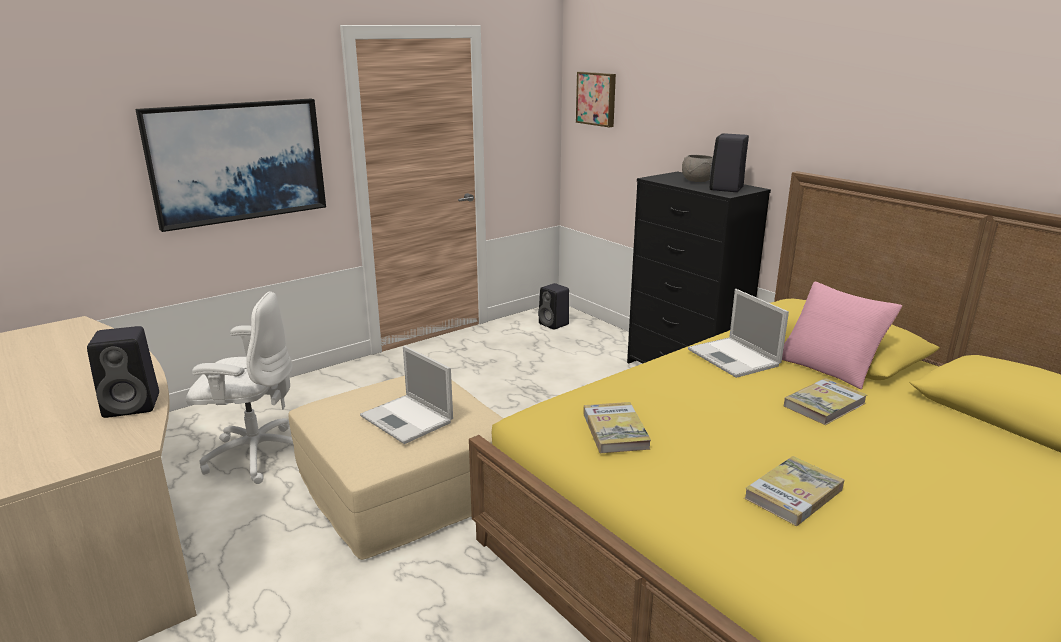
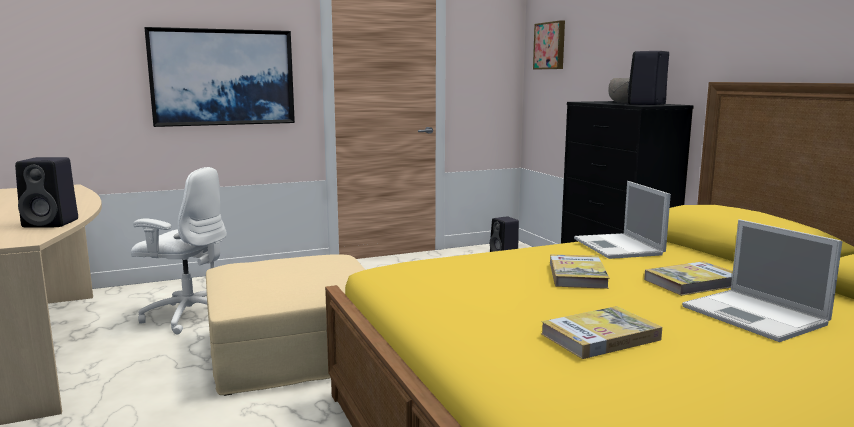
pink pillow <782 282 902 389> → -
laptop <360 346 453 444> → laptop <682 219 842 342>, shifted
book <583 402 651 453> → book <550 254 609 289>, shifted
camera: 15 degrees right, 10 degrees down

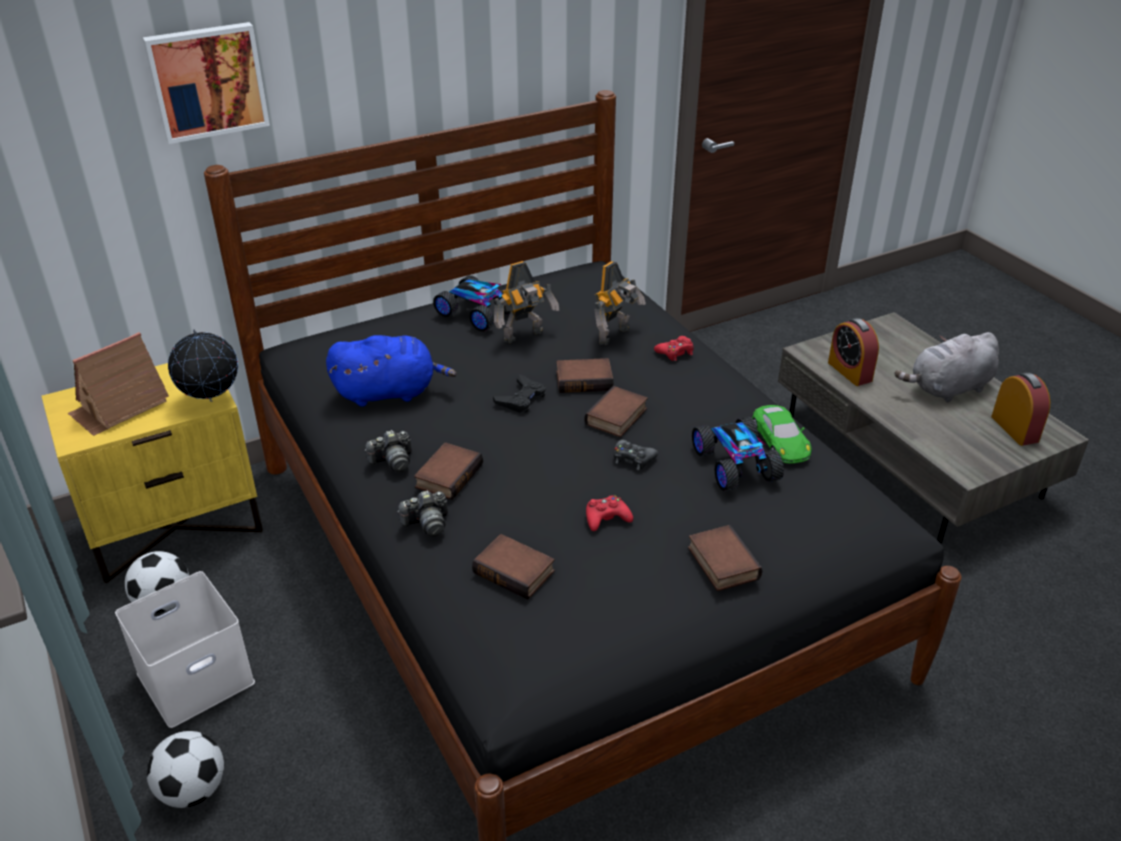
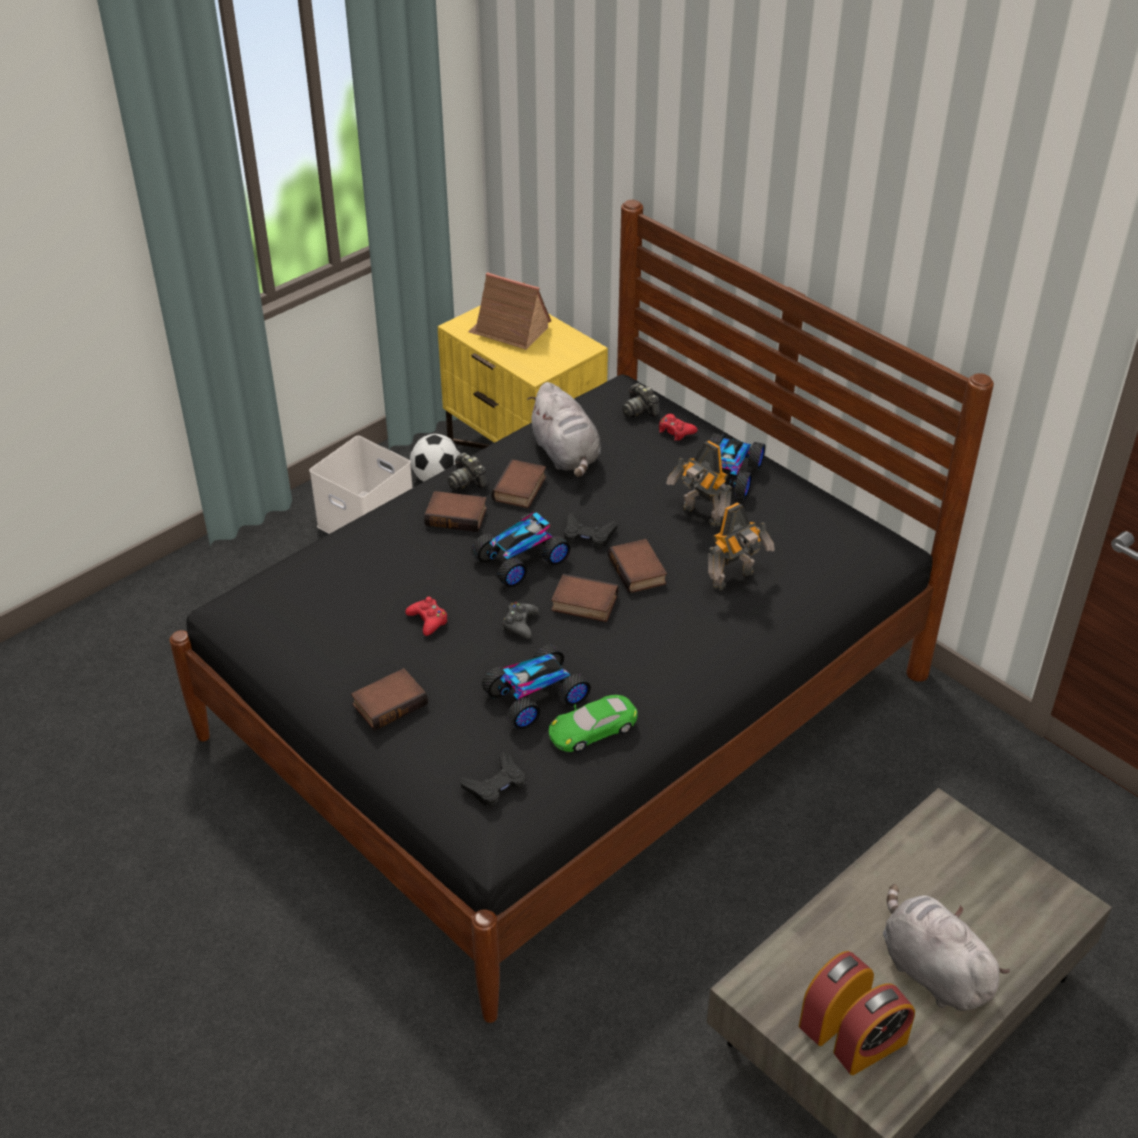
picture <142 22 270 144> → -
football <147 731 224 808> → -
globe <168 329 238 402> → -
- → black game controller <460 751 526 807>
- → toy car <471 511 571 588>
photo camera <397 490 448 537> → photo camera <622 383 660 418>, shifted
book <472 534 555 600> → book <491 459 546 508>, shifted
red game controller <654 336 694 361> → red game controller <659 414 698 441>, shifted
alarm clock <828 318 879 386> → alarm clock <799 951 874 1046>, shifted
blue plush toy <326 335 457 407> → grey plush toy <527 382 601 477>
toy robot <594 261 646 345> → toy robot <708 502 775 590>, 60 degrees counterclockwise
camera: 75 degrees right, 5 degrees up

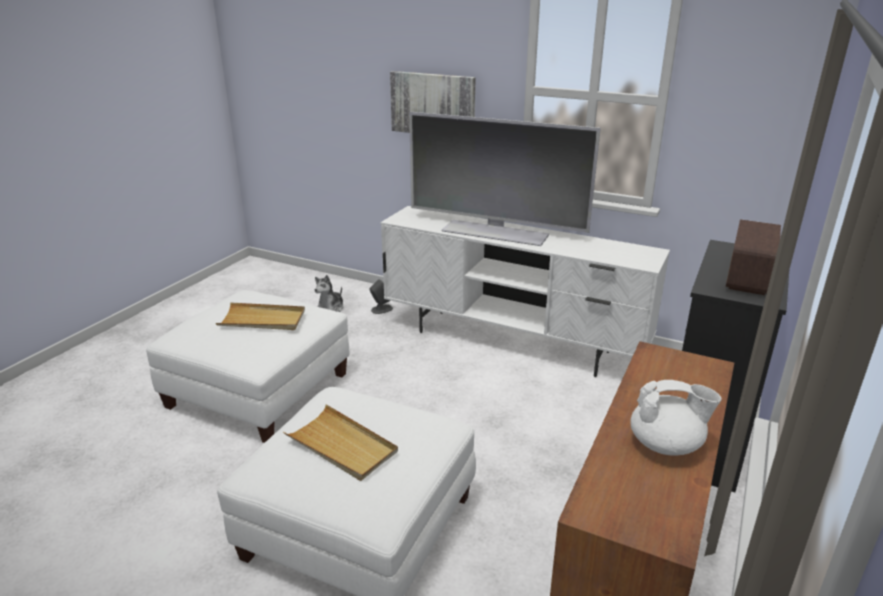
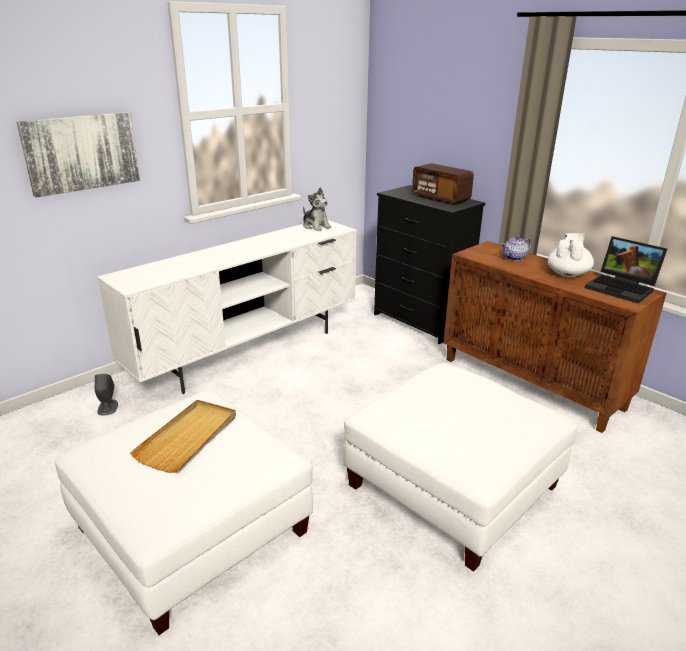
beige tray <283 404 398 481> → -
television <409 112 601 246> → -
- → teapot <501 236 531 261>
- → laptop <585 236 667 304>
plush toy <315 275 344 312> → plush toy <303 188 332 231>, shifted
camera: 70 degrees left, 0 degrees up

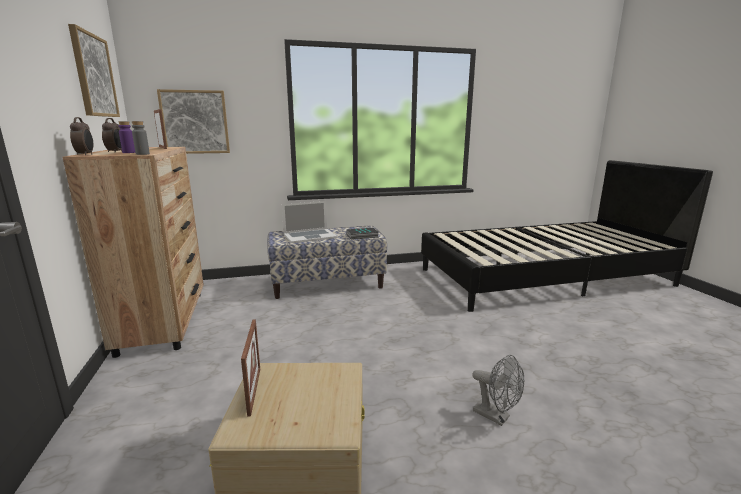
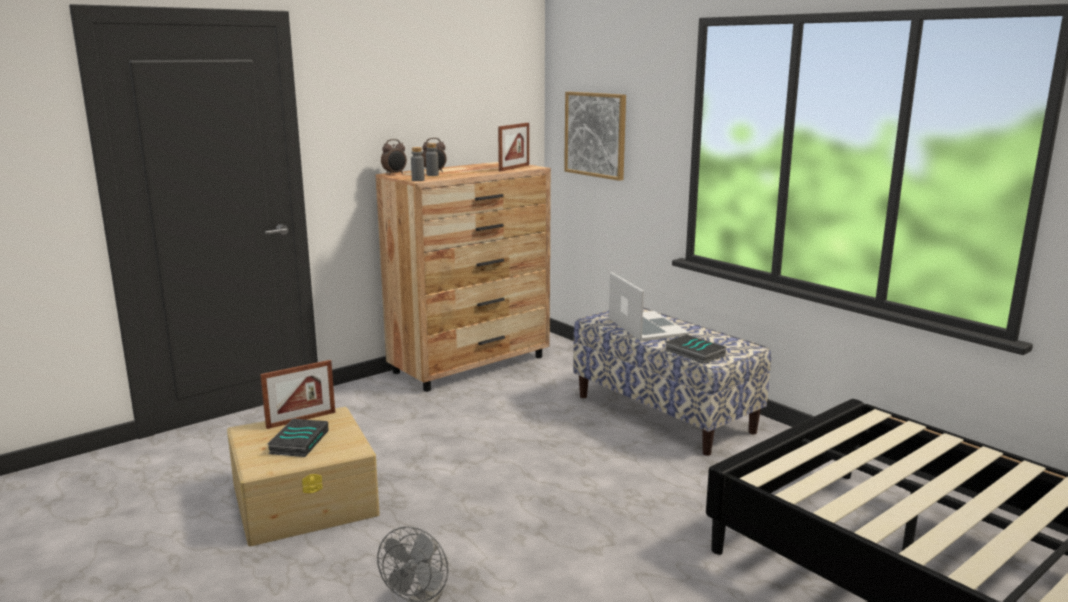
picture <68 24 120 117> → -
- → book <268 419 328 457>
purple bottle <118 121 135 153> → grey bottle <426 143 439 176>
laptop <282 201 337 243> → laptop <609 272 689 341>, 150 degrees counterclockwise
camera: 65 degrees right, 0 degrees up

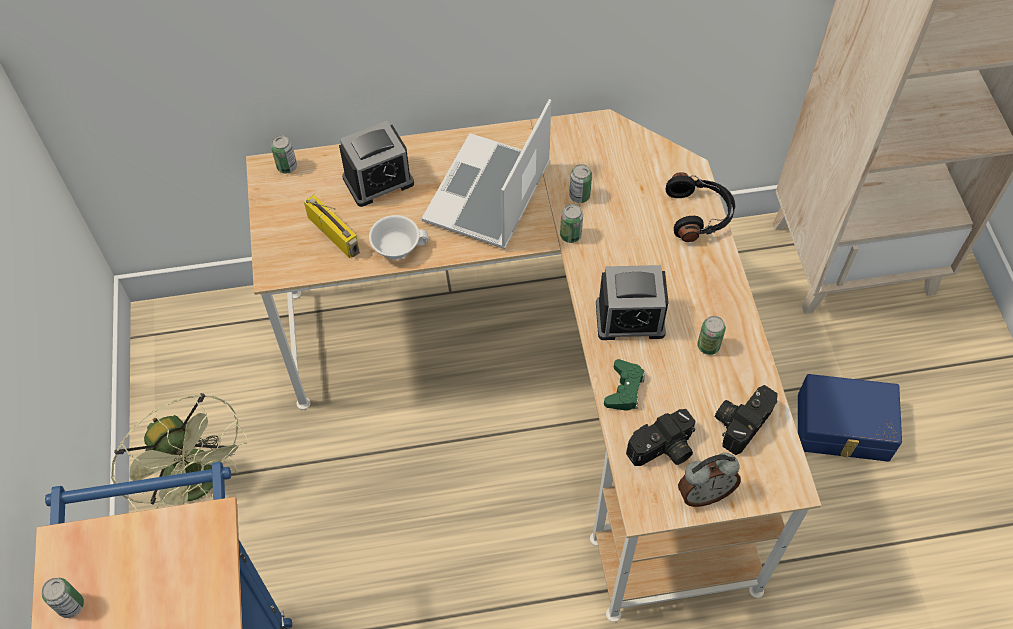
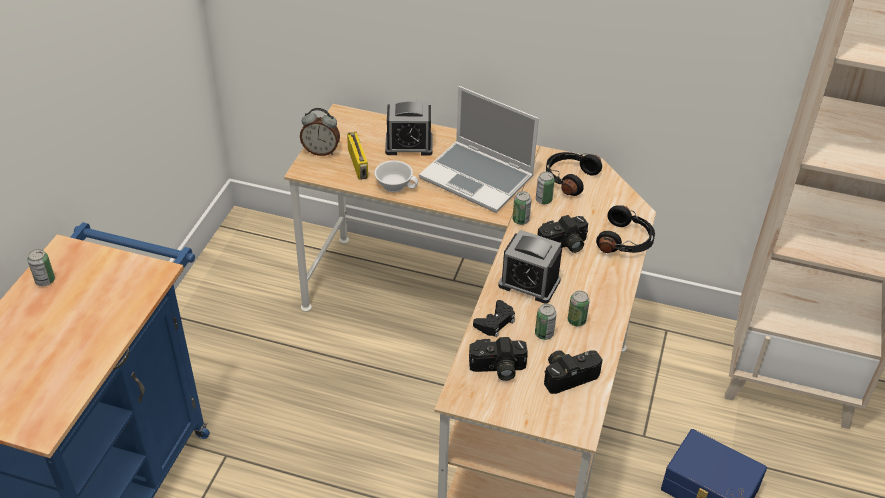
green fan <111 393 249 512> → -
- → photo camera <537 215 588 253>
- → black headphones <546 152 602 196>
can <271 135 297 174> → can <535 304 557 340>, shifted
alarm clock <678 453 741 507> → alarm clock <300 108 340 156>, shifted
green game controller <604 359 645 411> → black game controller <473 300 515 337>
laptop <421 99 551 249> → laptop <419 86 539 213>, 105 degrees counterclockwise
camera: 25 degrees right, 15 degrees down

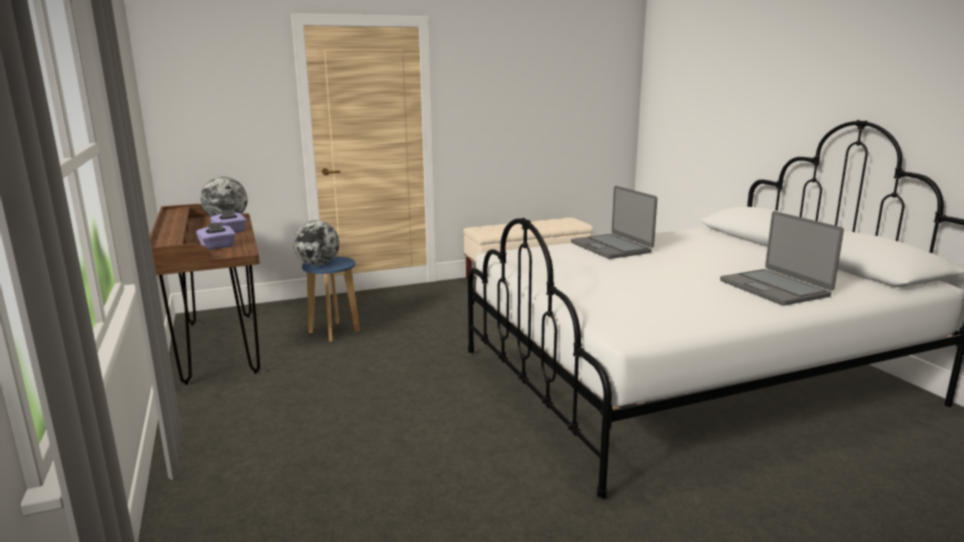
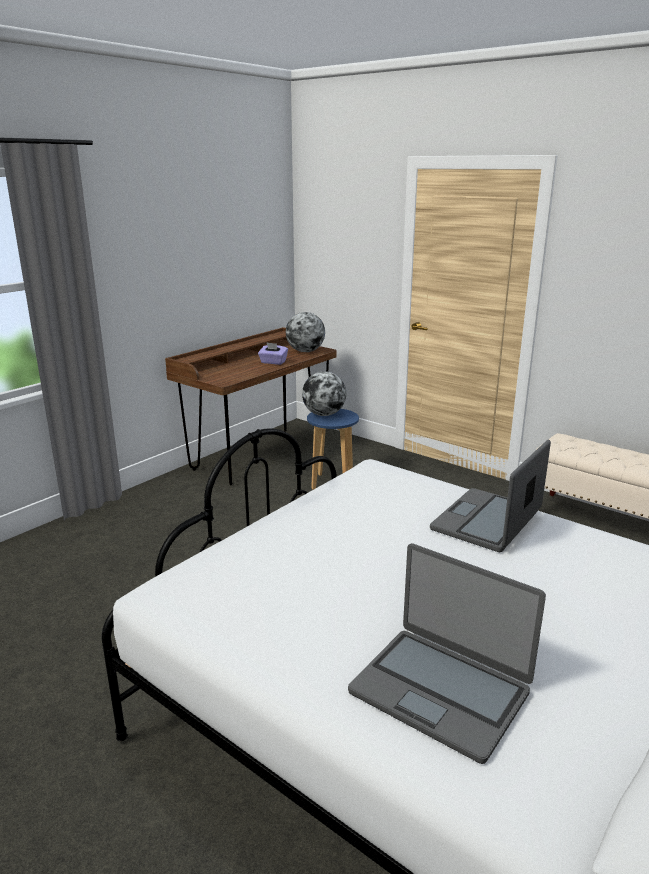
purple tissue box <196 222 236 250> → -
laptop <720 211 844 306> → laptop <348 543 546 764>, 90 degrees counterclockwise
camera: 60 degrees right, 5 degrees up

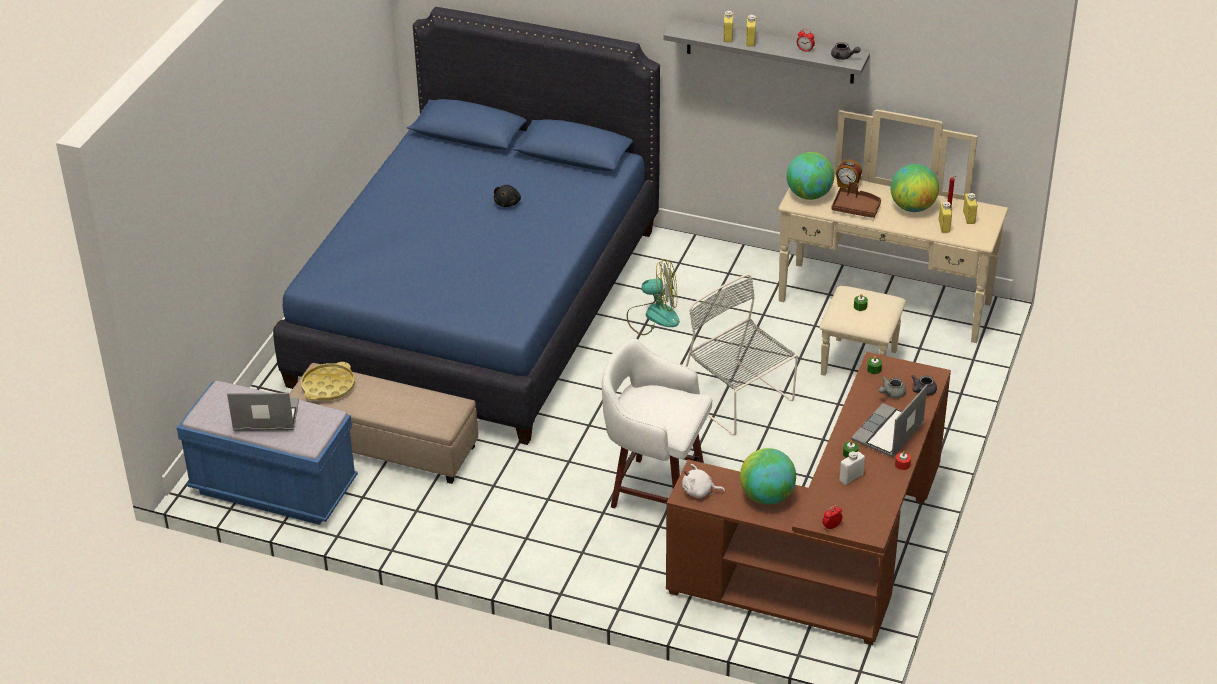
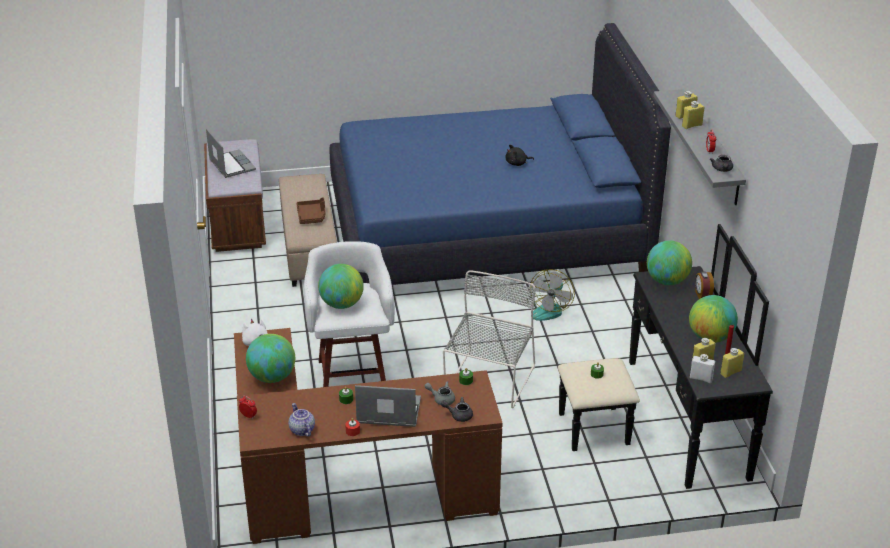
yellow tray <301 362 355 401> → -
- → teapot <289 403 315 437>
- → globe <318 264 364 309>
brown tray <831 182 881 218> → brown tray <296 197 326 224>, shifted
white bottle <839 451 865 485> → white bottle <690 354 715 383>, shifted
blue bench <177 381 358 525> → brown bench <204 139 266 252>
beige dresser <778 110 1008 376> → black dresser <558 224 773 489>
fan <627 259 679 335> → fan <527 269 575 321>, 45 degrees clockwise
camera: 60 degrees right, 5 degrees down

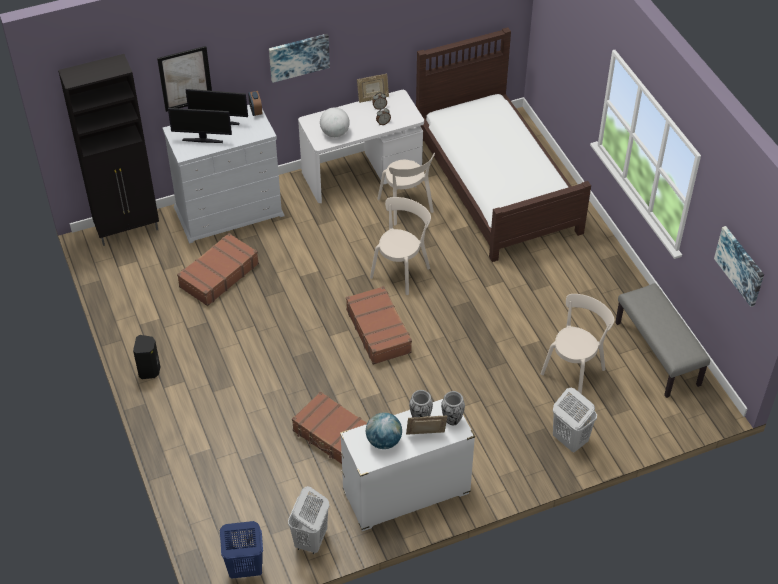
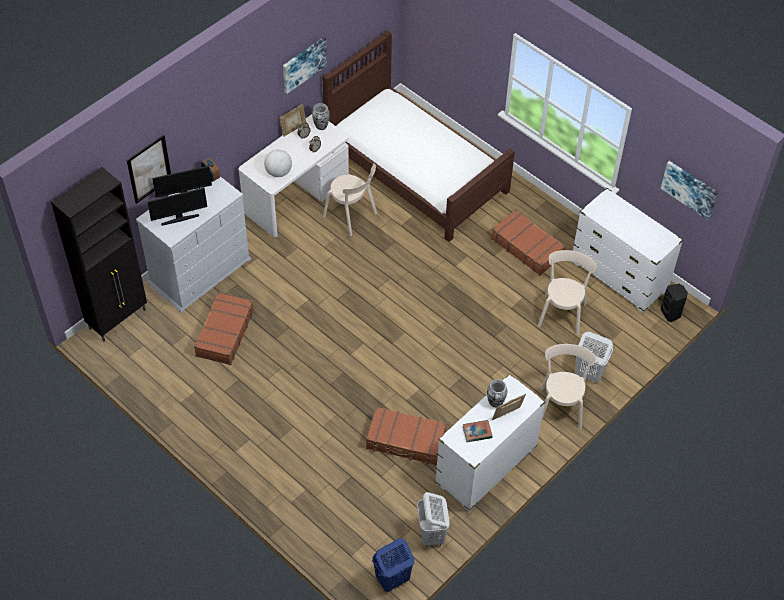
black speaker <133 335 160 379> → black speaker <661 284 688 322>, shifted
picture <269 34 330 83> → picture <283 37 327 94>, shifted
brown suitcase <346 286 412 365> → brown suitcase <491 209 565 276>, shifted
beige chair <370 197 431 295> → beige chair <540 344 596 429>, shifted
vase <441 391 465 425> → vase <312 103 330 130>, shifted
globe <366 412 402 449> → book <463 420 493 442>
grey bench <615 283 710 398> → white dresser <573 188 683 313>
camera: 25 degrees left, 5 degrees up

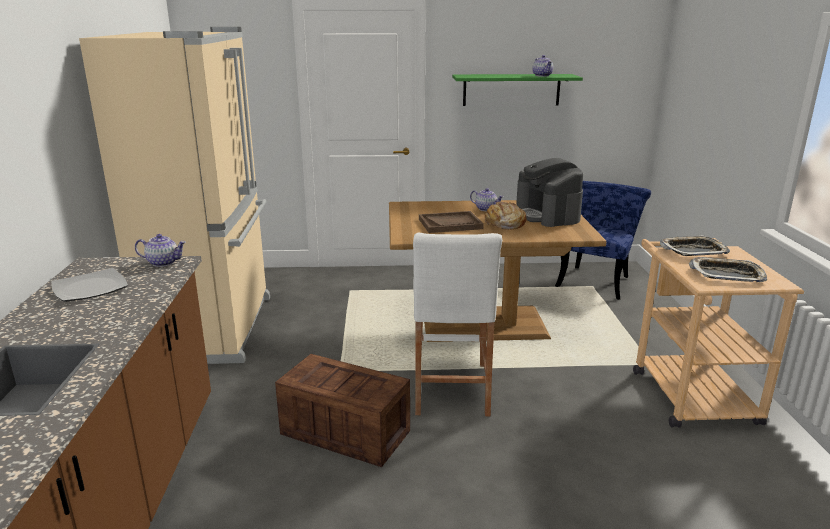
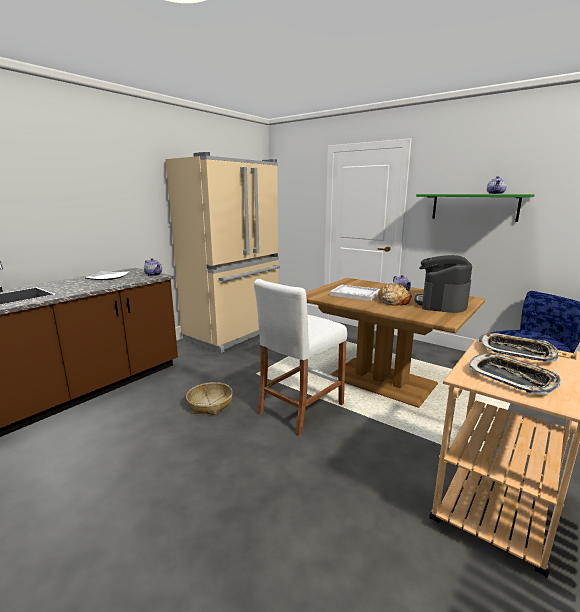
crate <275 354 410 467> → basket <186 382 233 415>
brown tray <419 211 484 233> → white tray <330 285 380 301>
camera: 40 degrees right, 5 degrees down

